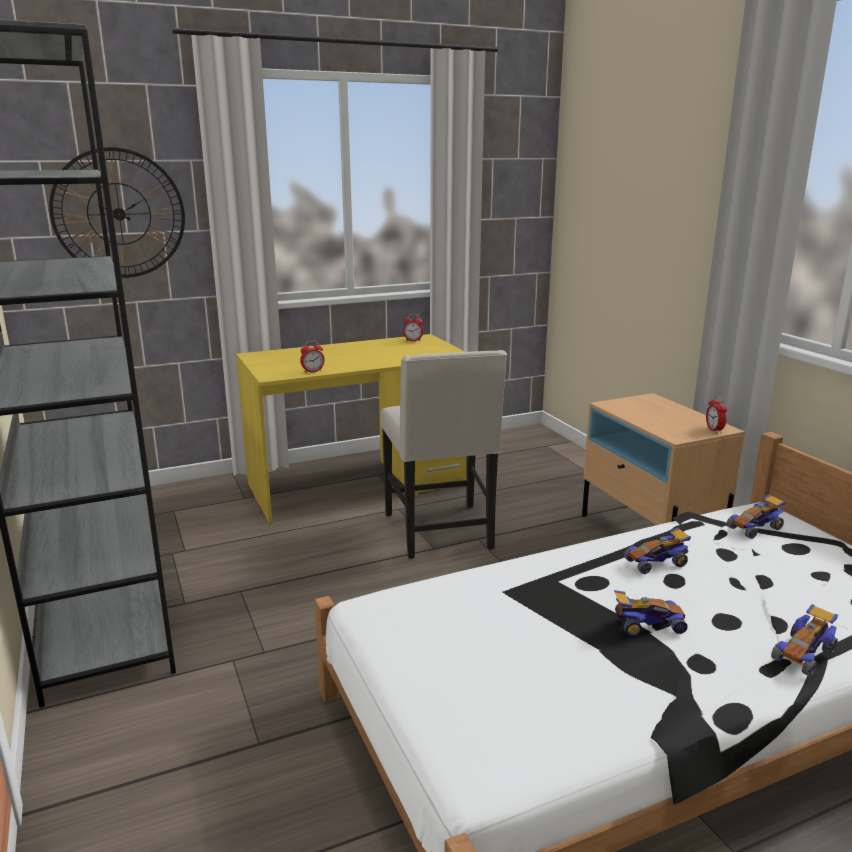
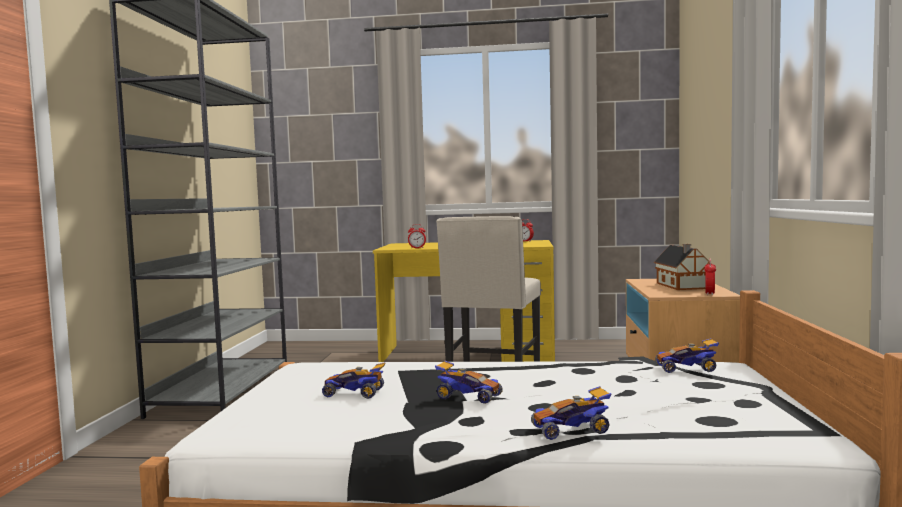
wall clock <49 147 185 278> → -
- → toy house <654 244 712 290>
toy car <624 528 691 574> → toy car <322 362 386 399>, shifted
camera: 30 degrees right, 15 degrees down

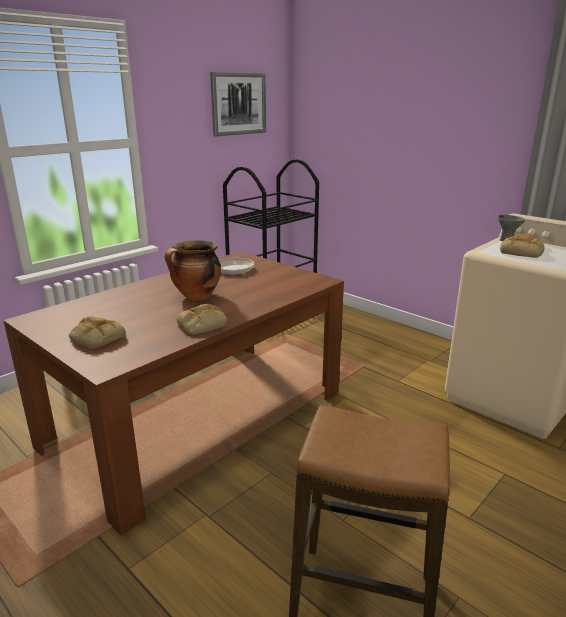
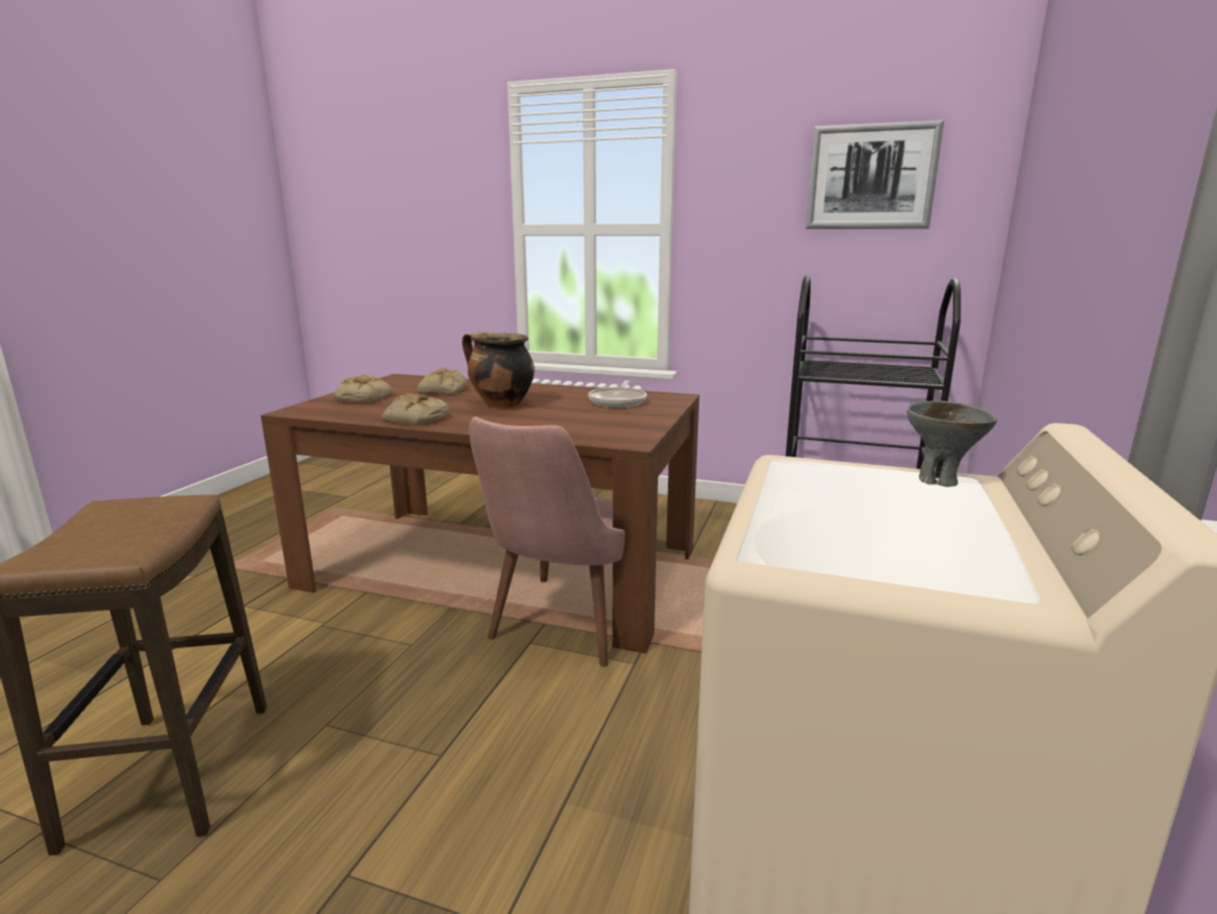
- → pink chair <469 417 625 667>
bread <500 234 545 258> → bread <417 368 467 393>, shifted
camera: 65 degrees right, 5 degrees down

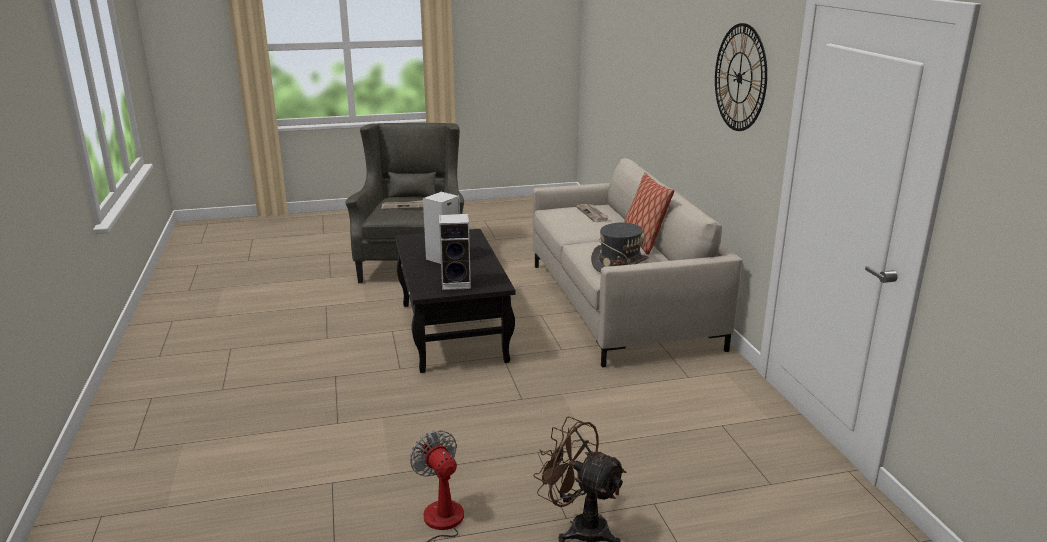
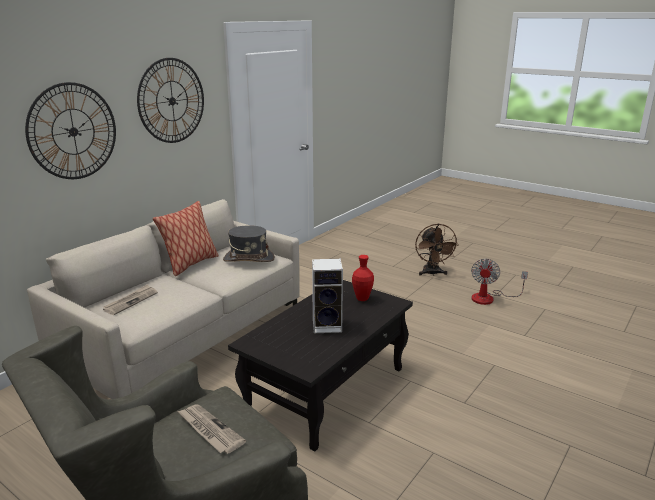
- → wall clock <25 82 116 179>
speaker <439 214 471 290> → red vase <352 255 374 301>
camera: 130 degrees left, 0 degrees up

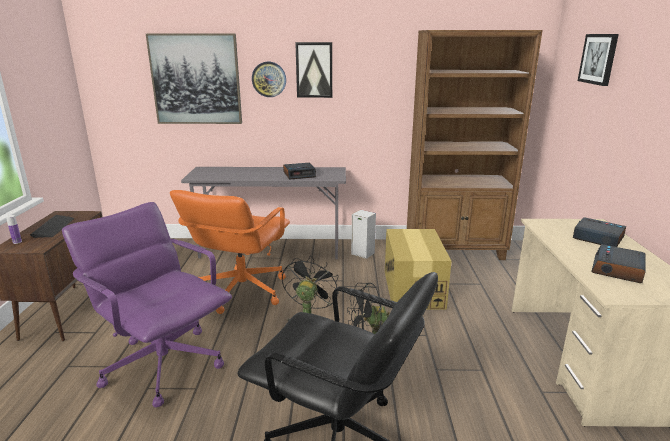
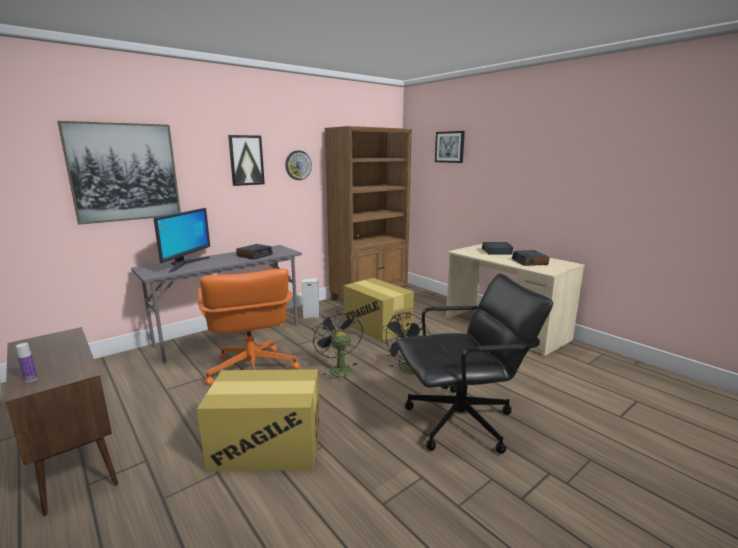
keyboard <30 215 74 238> → -
- → monitor <153 208 210 272>
wall clock <252 62 286 97> → wall clock <285 150 312 180>, shifted
purple office chair <62 202 232 407> → cardboard box <197 369 320 472>
camera: 40 degrees left, 5 degrees down

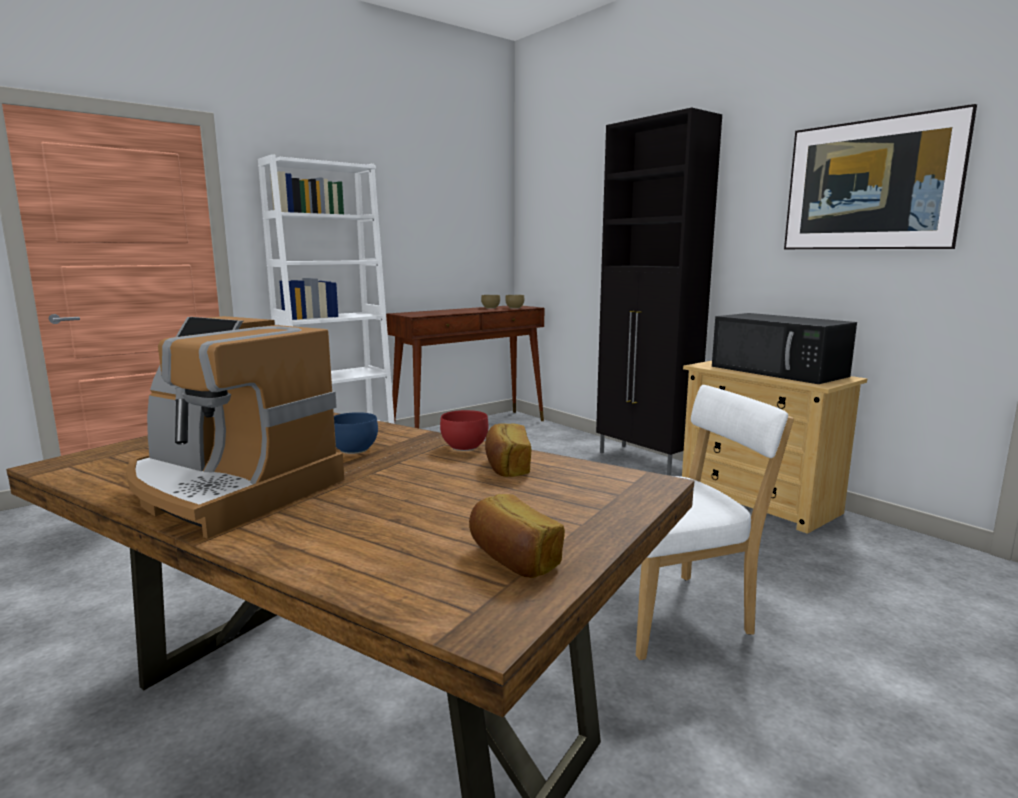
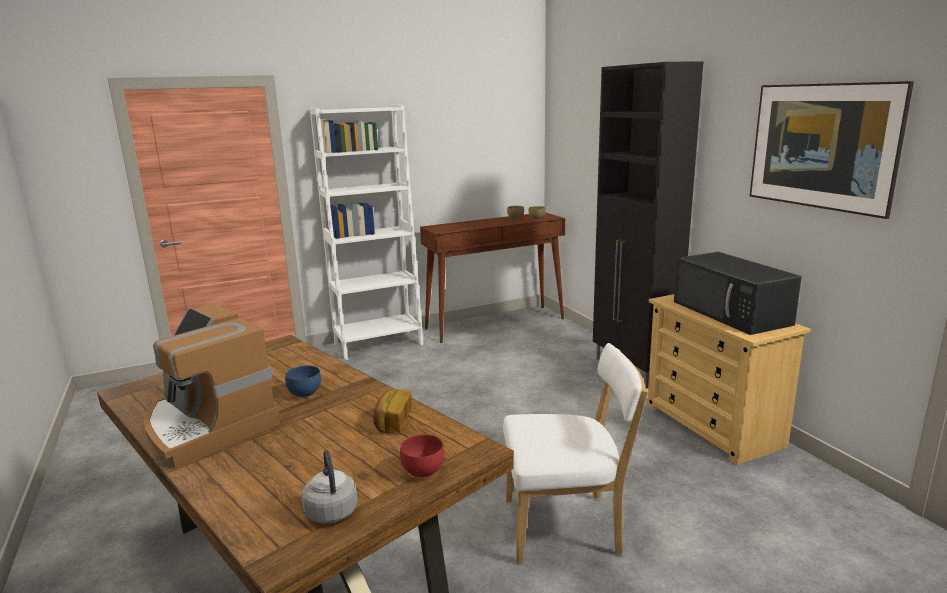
red bowl <440 410 489 451> → red bowl <400 434 444 478>, shifted
bread <469 494 565 578> → grey kettle <302 450 357 524>
camera: 15 degrees right, 5 degrees up

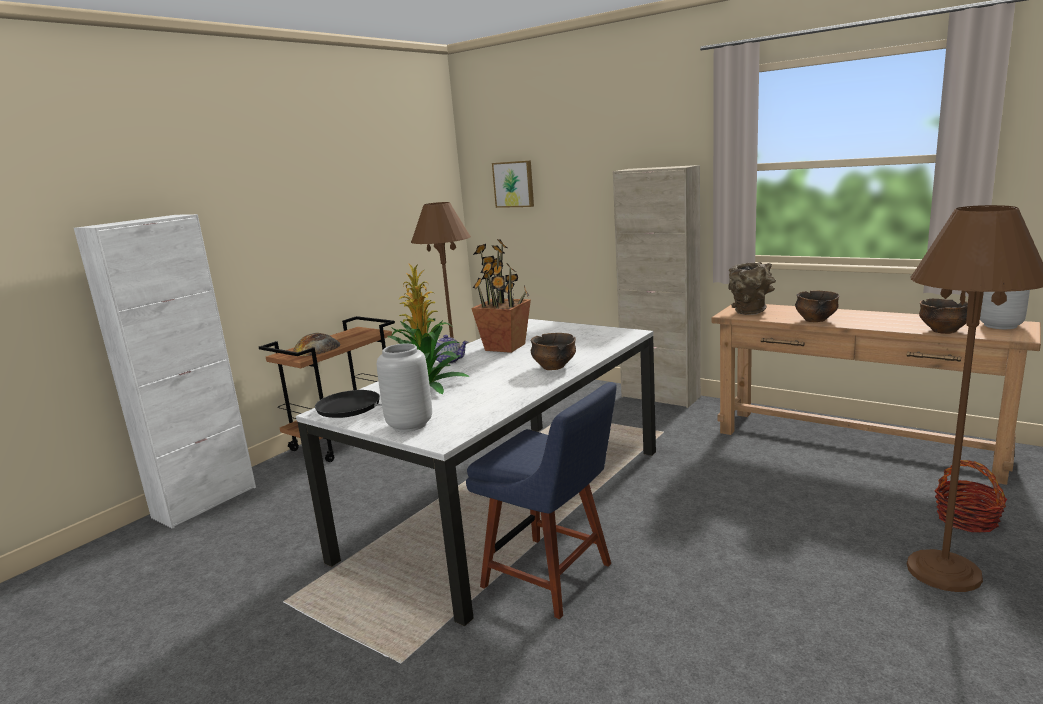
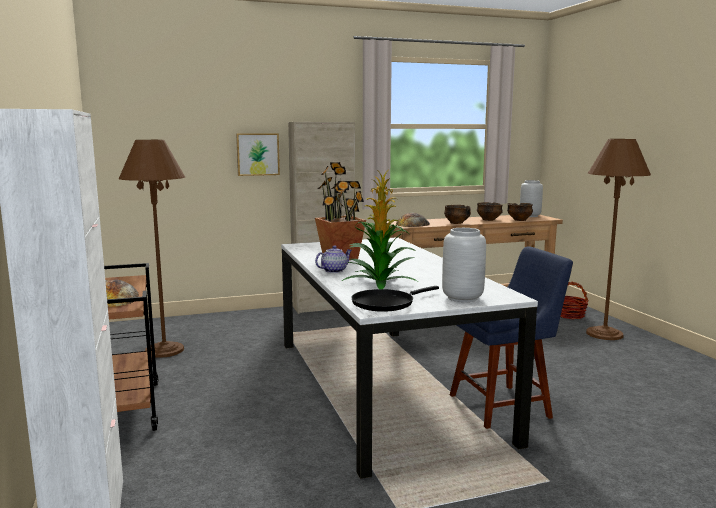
picture <492 160 534 208> → picture <236 133 280 176>, shifted
bowl <531 333 576 370> → bowl <477 202 503 221>, shifted
brown vase <729 262 776 315> → bread <395 213 430 227>
camera: 55 degrees left, 5 degrees down

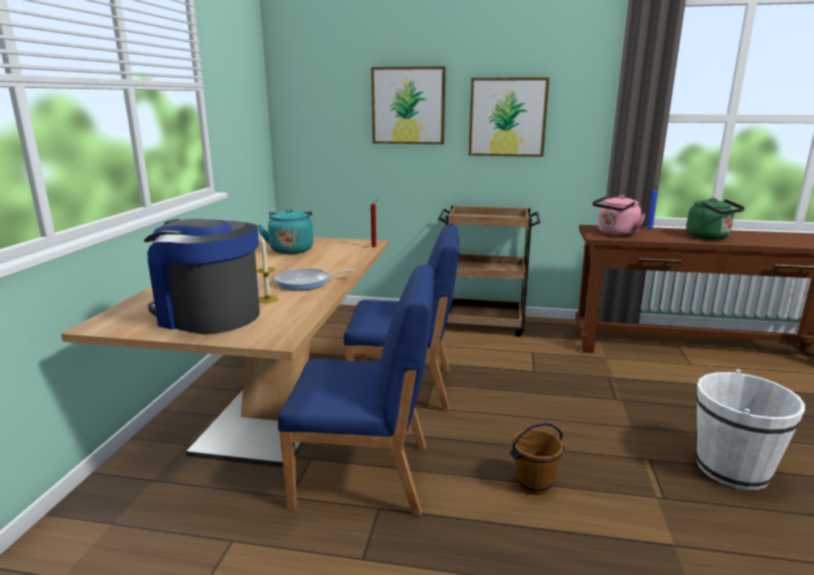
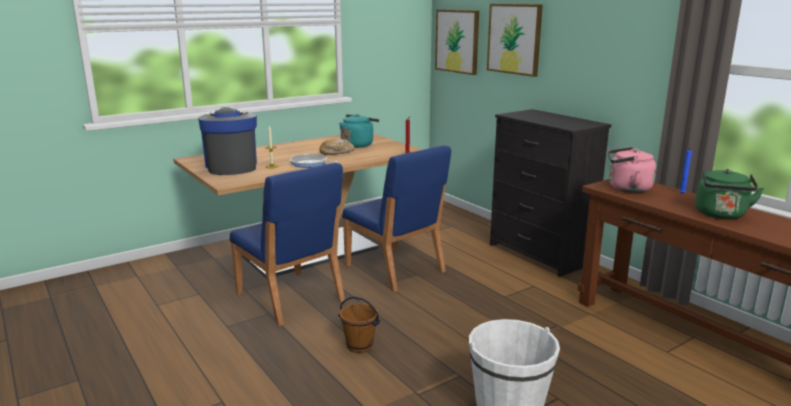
- → bread <319 139 355 155>
picture <469 77 549 157> → picture <435 9 479 75>, shifted
brown cart <438 205 541 337> → black dresser <490 109 611 277>
camera: 45 degrees right, 0 degrees up

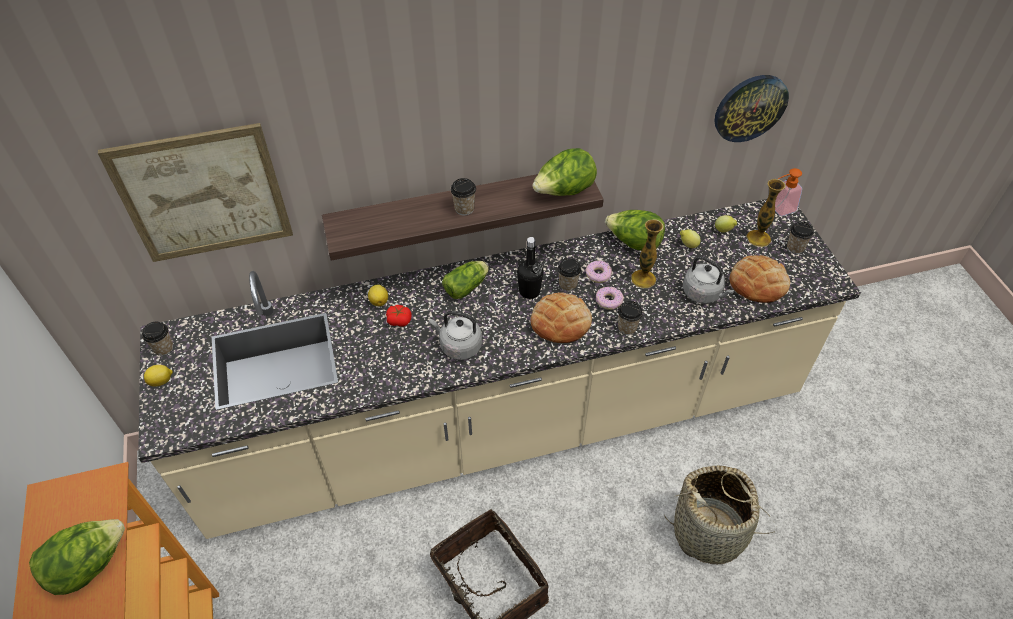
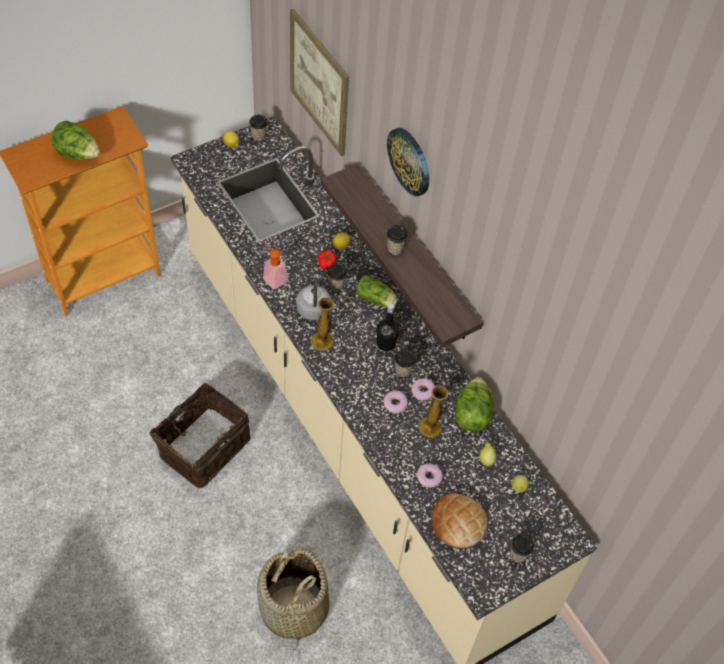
bread <531 293 592 343> → -
lettuce <532 148 597 196> → -
cup <618 301 643 335> → cup <327 263 347 291>, shifted
wall clock <714 75 789 142> → wall clock <387 128 429 196>, shifted
vase <746 179 786 247> → vase <311 297 334 351>, shifted
soap dispenser <775 168 802 216> → soap dispenser <263 242 288 289>, shifted
grey kettle <683 256 734 304> → donut <417 464 443 488>
camera: 70 degrees right, 5 degrees up

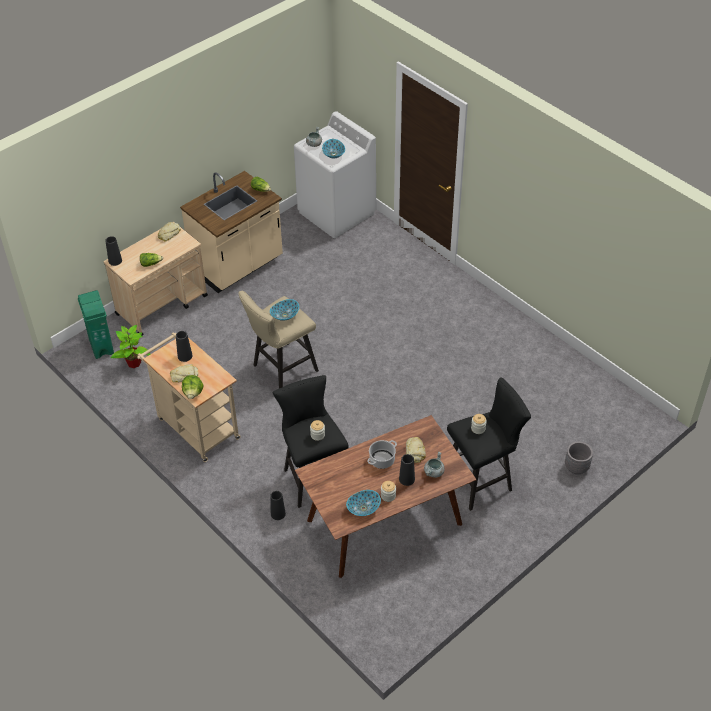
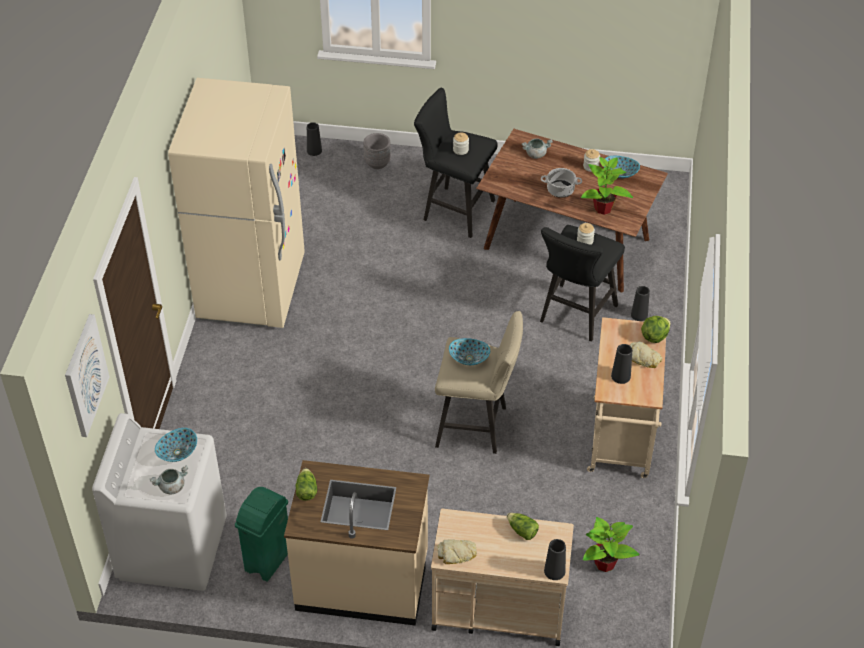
bread <406 437 426 463> → -
- → picture <65 314 110 437>
- → beige fridge <168 78 305 328>
- → potted plant <581 157 633 215>
green trash can <78 290 114 359> → green trash can <235 487 288 582>, shifted
black vase <399 454 415 486> → black vase <307 122 322 156>, shifted
camera: 130 degrees left, 0 degrees up

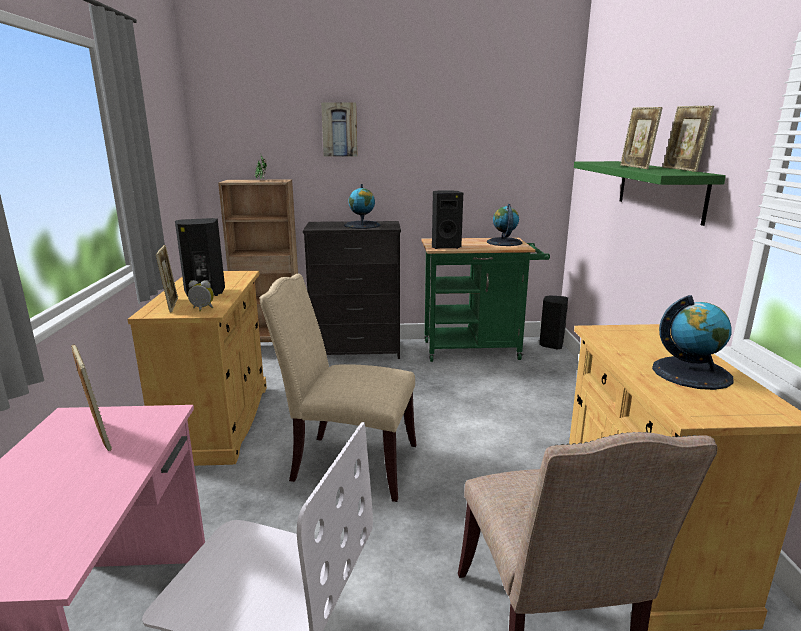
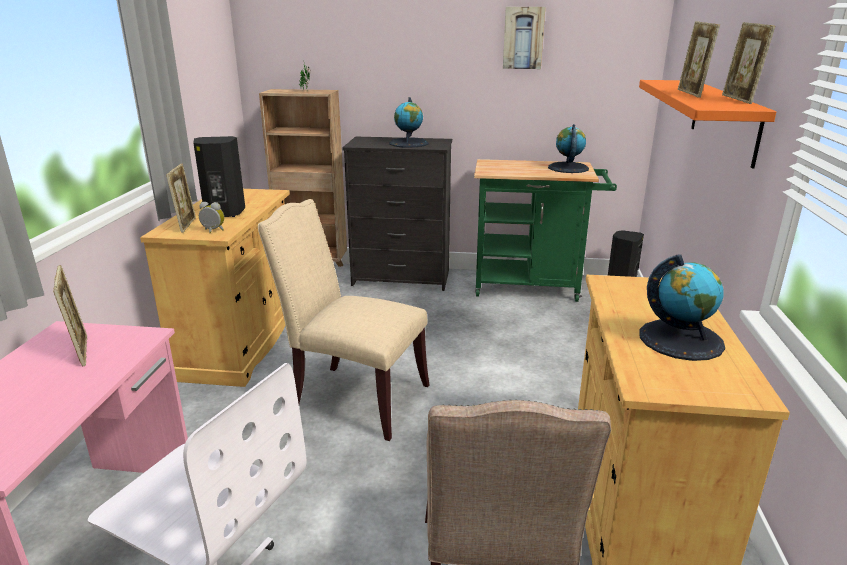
black speaker <432 190 463 249> → -
picture <321 102 357 157> → picture <503 7 545 69>, shifted
green shelf <574 161 726 226> → orange shelf <639 80 776 168>
camera: 10 degrees right, 5 degrees up

